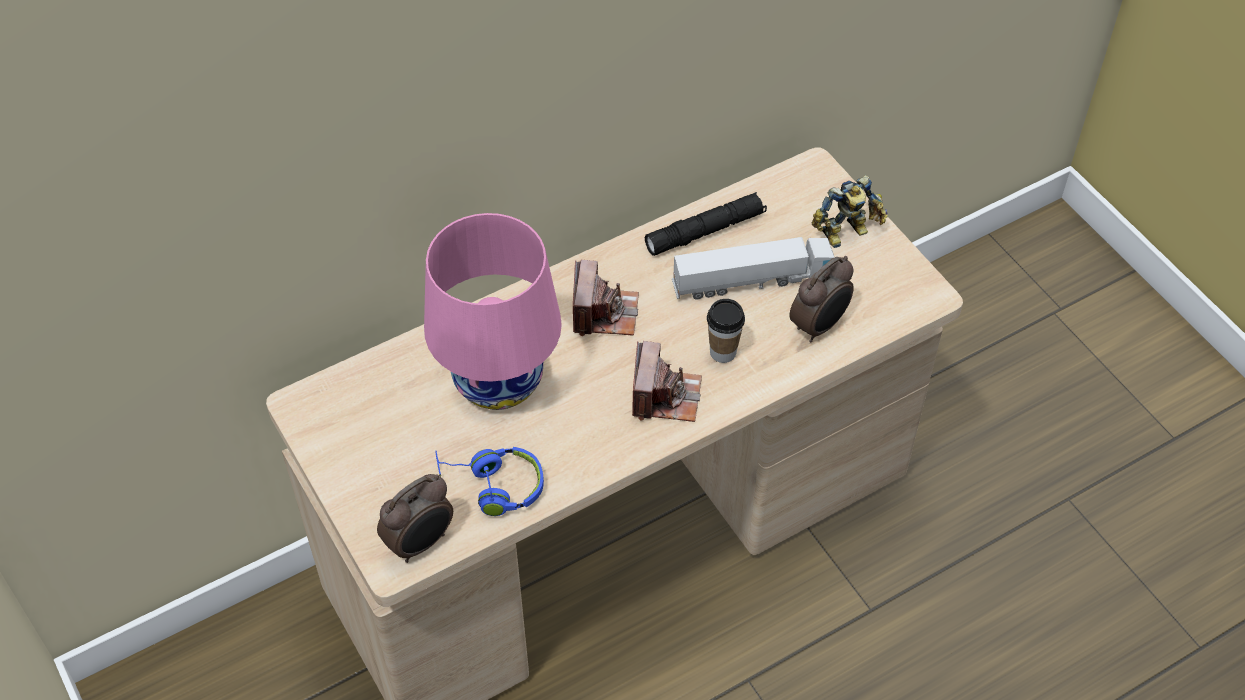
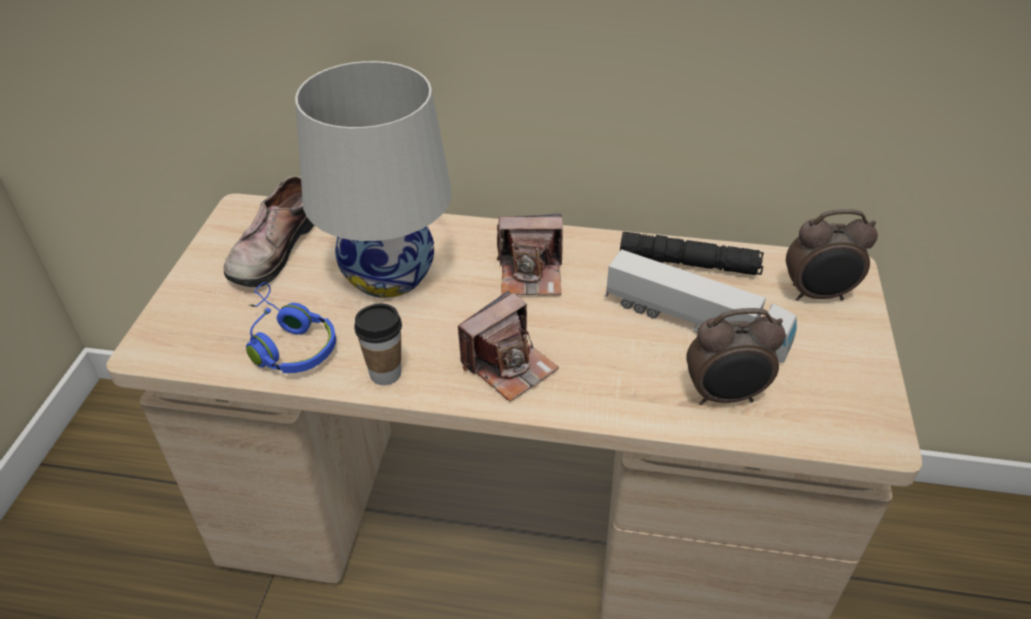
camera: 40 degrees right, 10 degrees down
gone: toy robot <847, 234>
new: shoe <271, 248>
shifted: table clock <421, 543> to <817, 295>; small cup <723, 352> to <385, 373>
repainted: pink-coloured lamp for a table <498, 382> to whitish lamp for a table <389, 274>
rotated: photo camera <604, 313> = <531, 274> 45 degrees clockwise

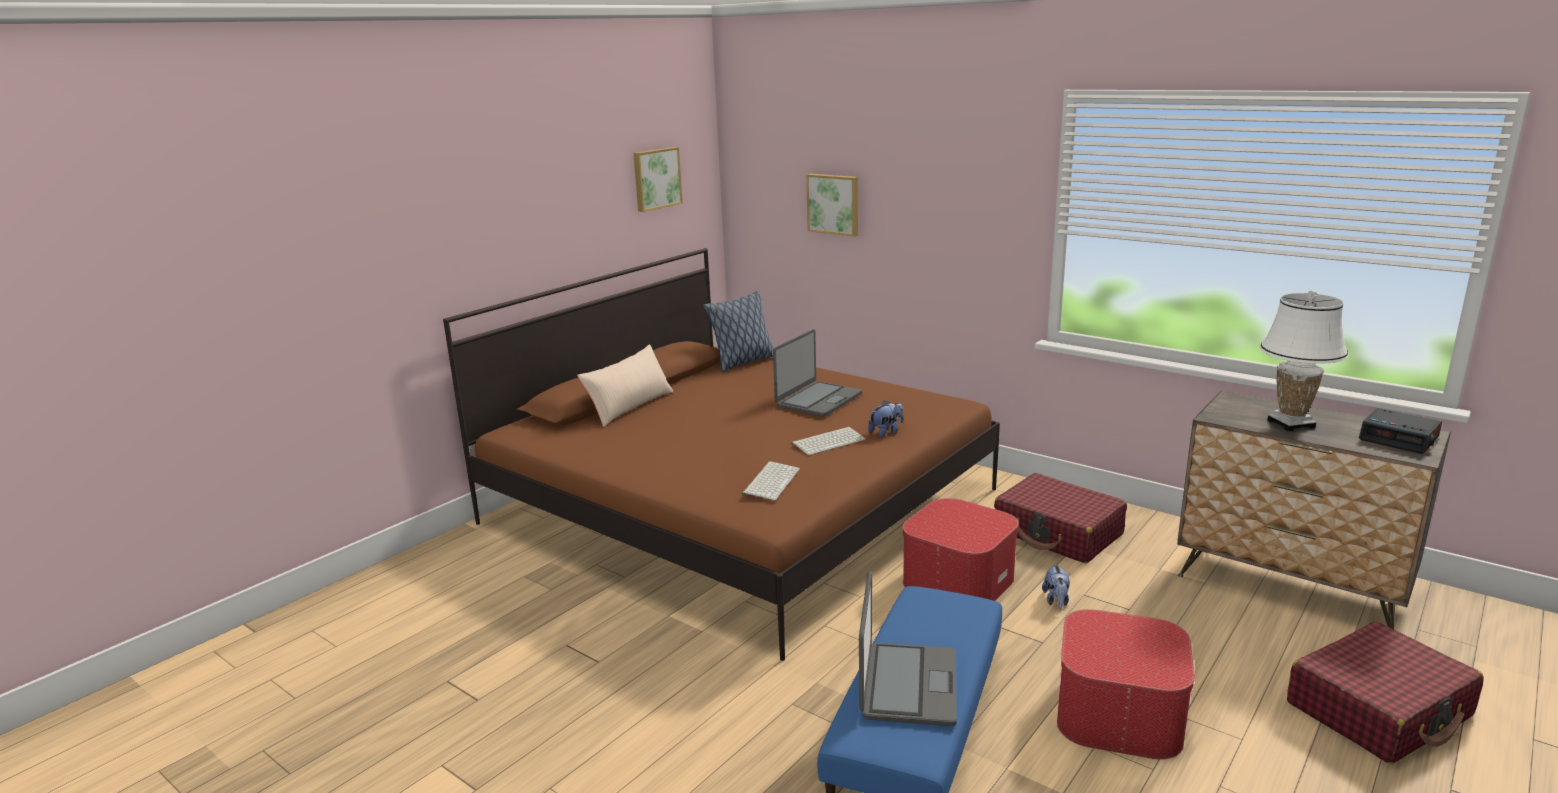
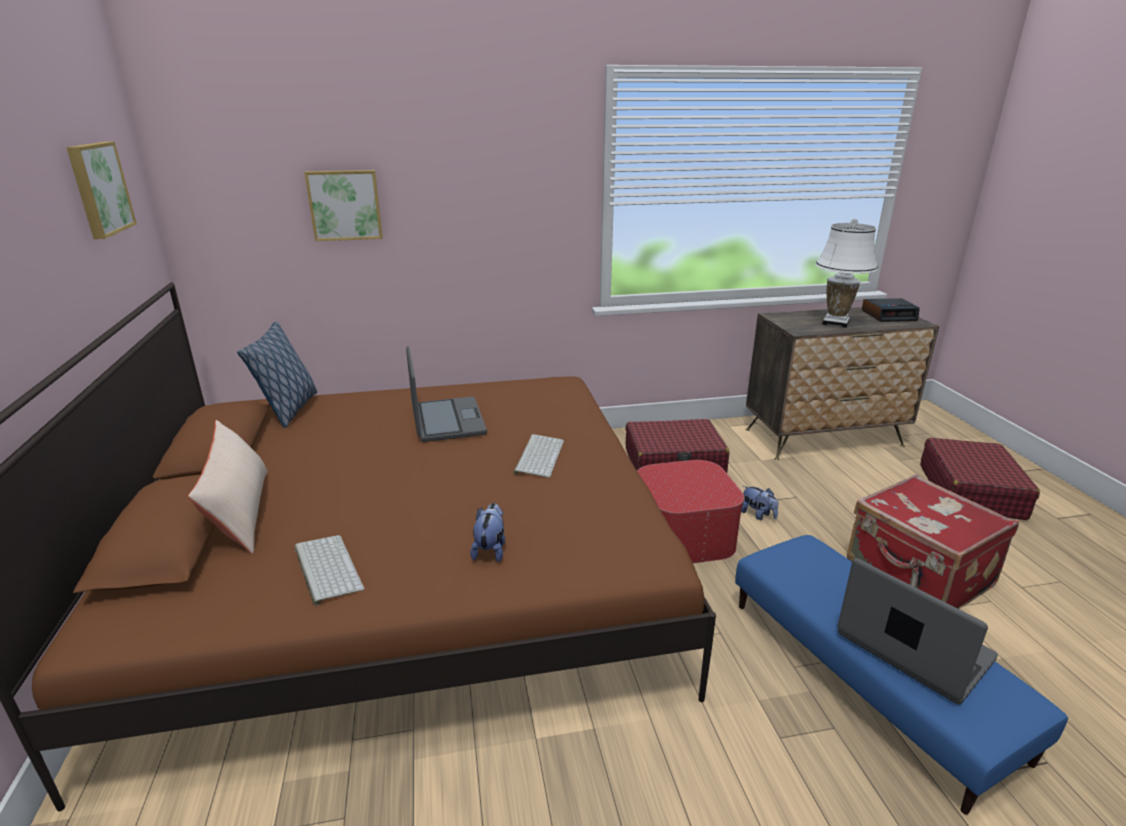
camera: 50 degrees left, 5 degrees up
shifted: keyboard <770, 481> to <326, 568>; soft toy <886, 432> to <490, 549>
swapped: ottoman <1119, 714> to reddish travel case <917, 575>

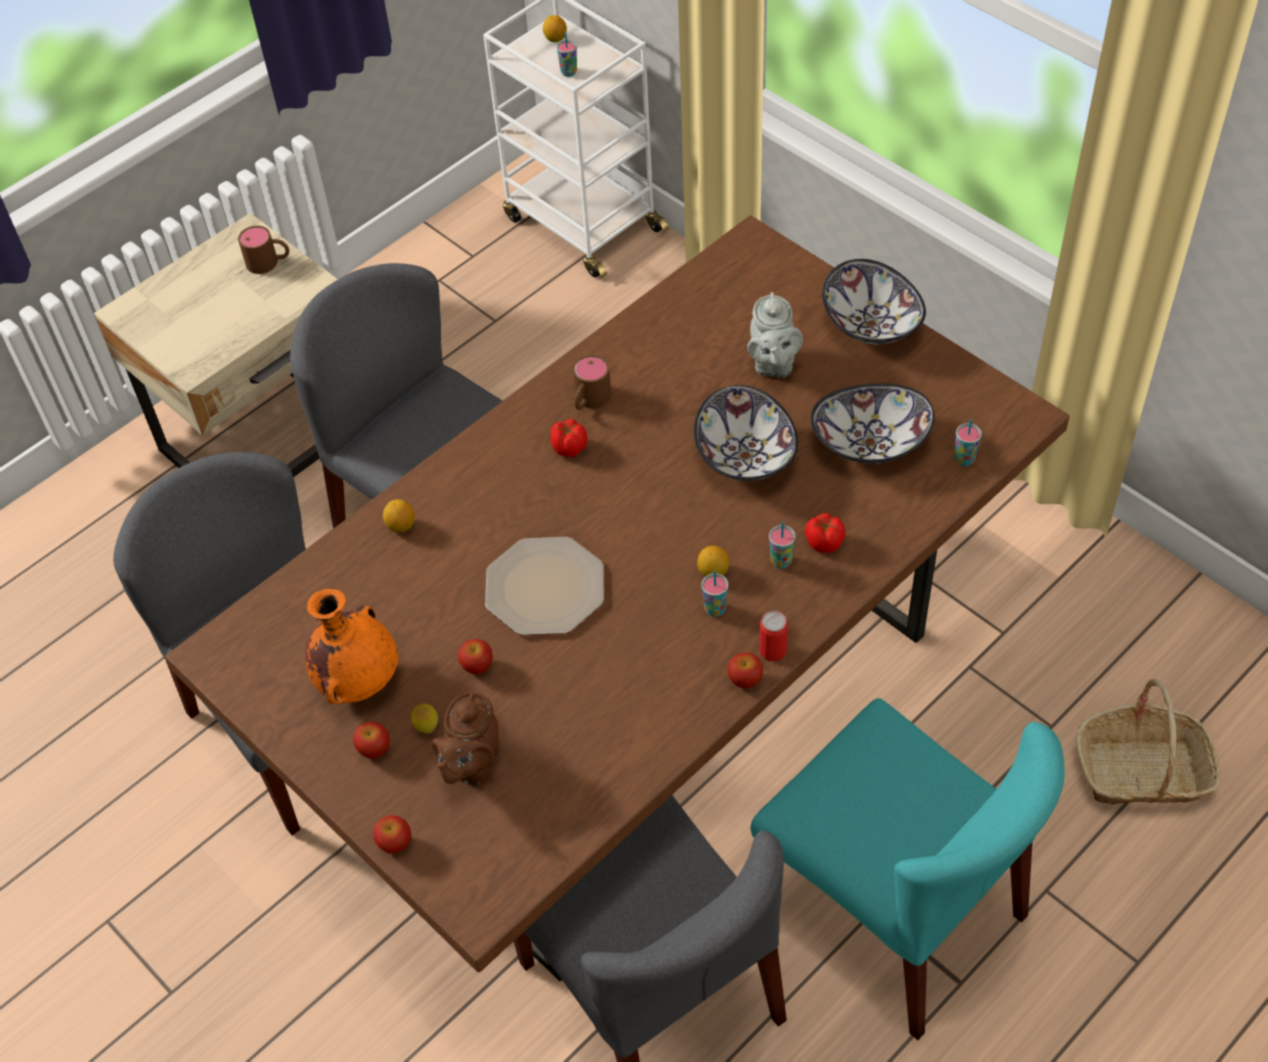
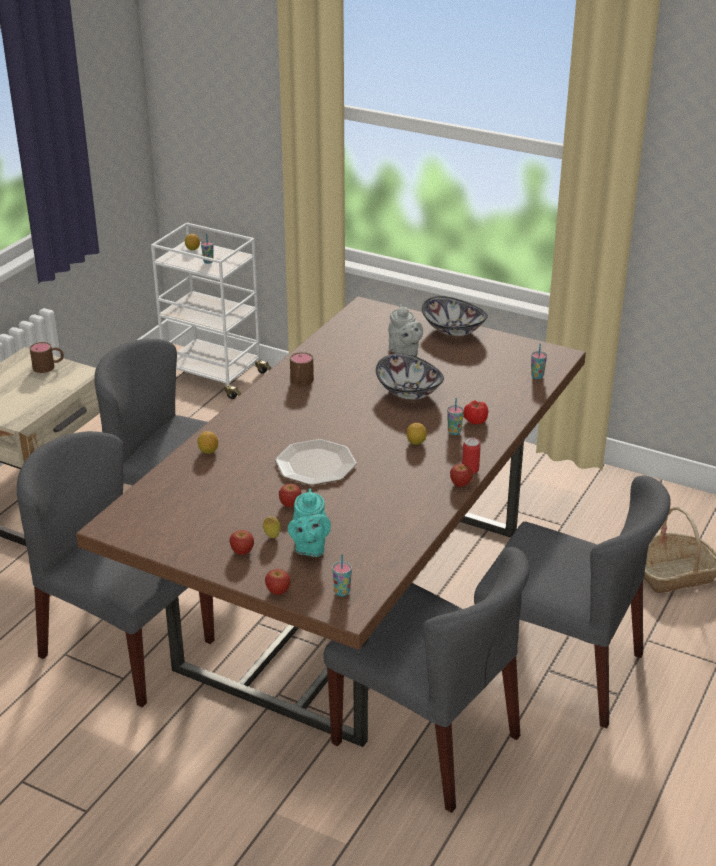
camera: 20 degrees left, 20 degrees down
gone: orangey decorative vase <359, 680>; fresh tomato <568, 447>; serving bowl <870, 443>
shifted: small cup <715, 609> to <342, 592>
repainted: brownish pot for tea <471, 764> to turquoise pot for tea <309, 548>; turquoise upright chair <893, 911> to greyish upright chair <561, 668>

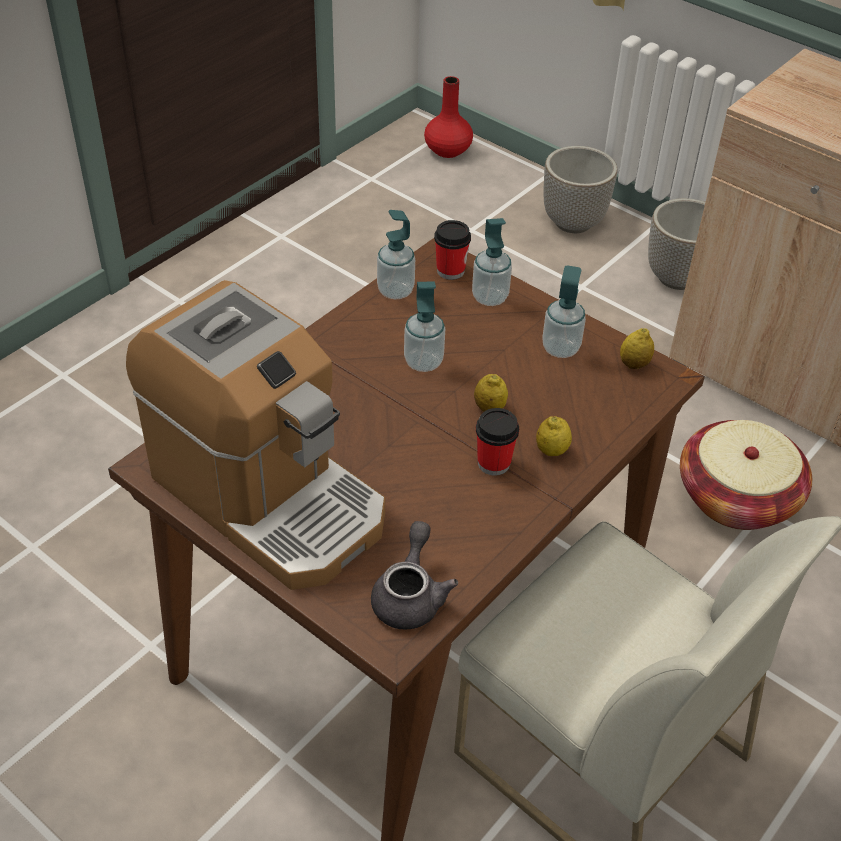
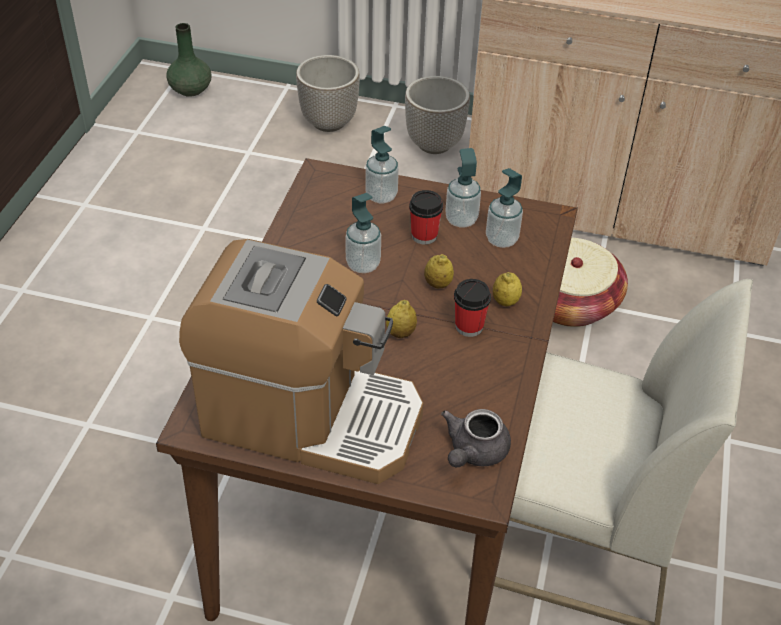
camera: 25 degrees left, 0 degrees up
shifted: soap dispenser <395, 291> to <501, 239>; small cup <450, 271> to <424, 236>; lemon <634, 364> to <401, 333>
repainted: reddish decorative vase <448, 150> to green decorative vase <190, 89>
rotated: greyish pot for tea <410, 595> = <473, 452> 135 degrees counterclockwise

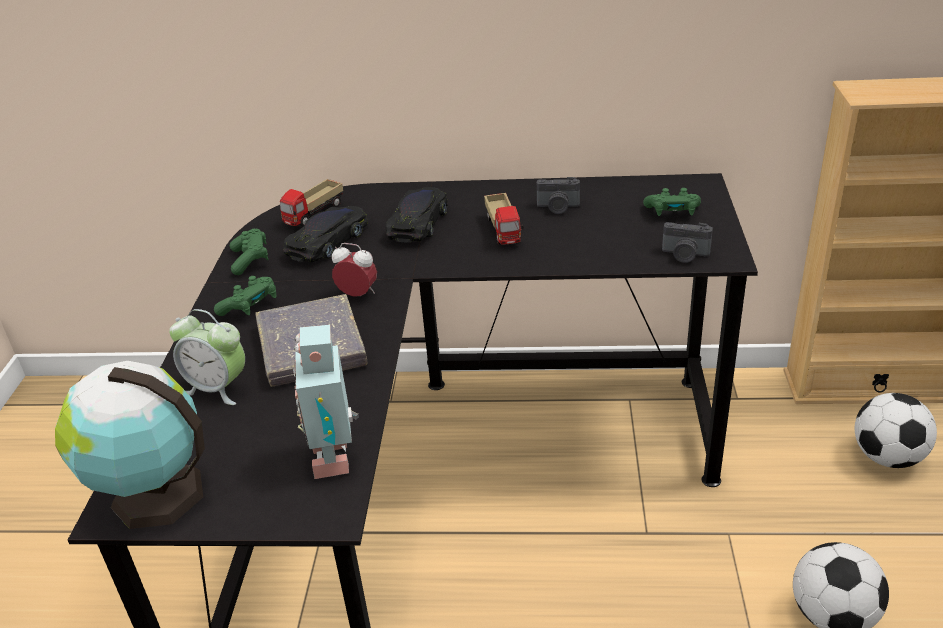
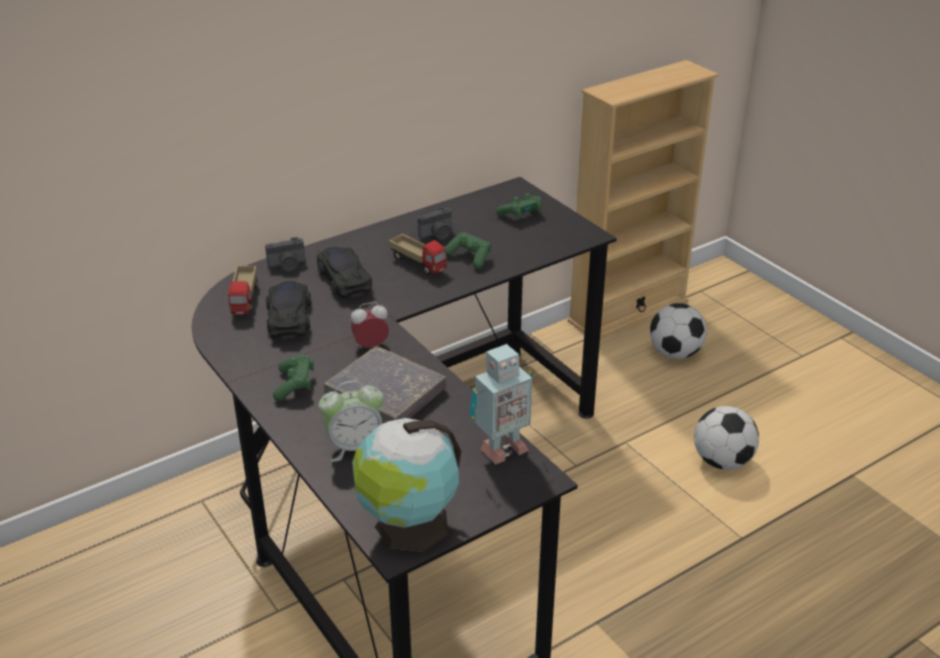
camera: 40 degrees left, 0 degrees up
shifted: green game controller <250, 260> to <469, 258>; photo camera <685, 255> to <287, 265>
rotated: toy robot <336, 457> = <501, 449> 75 degrees counterclockwise

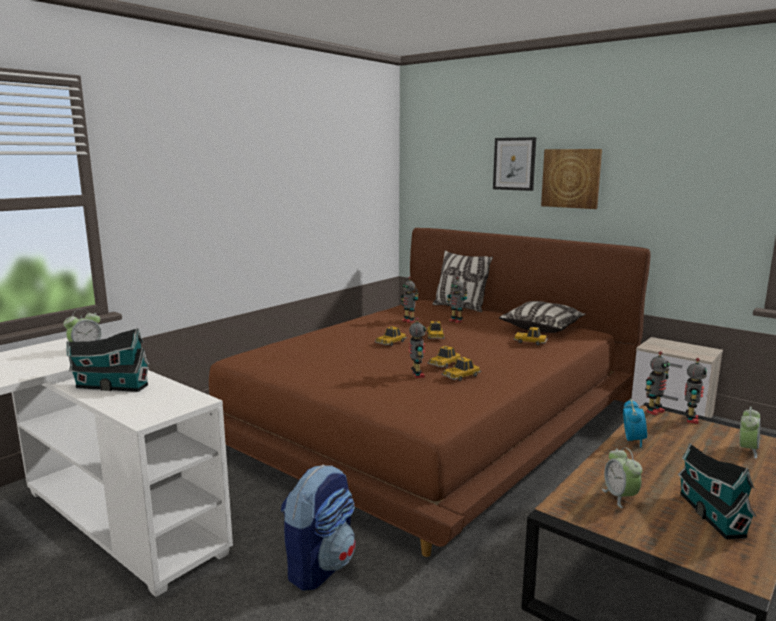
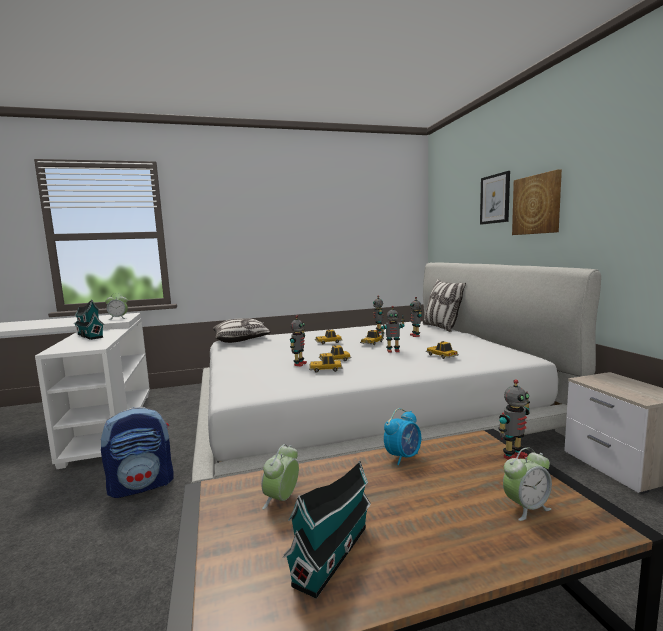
camera: 35 degrees right, 5 degrees down
shifted: cushion <542, 328> to <242, 340>; toy robot <654, 411> to <393, 351>
repainted: brownish bed <429, 418> to whitish bed <364, 412>

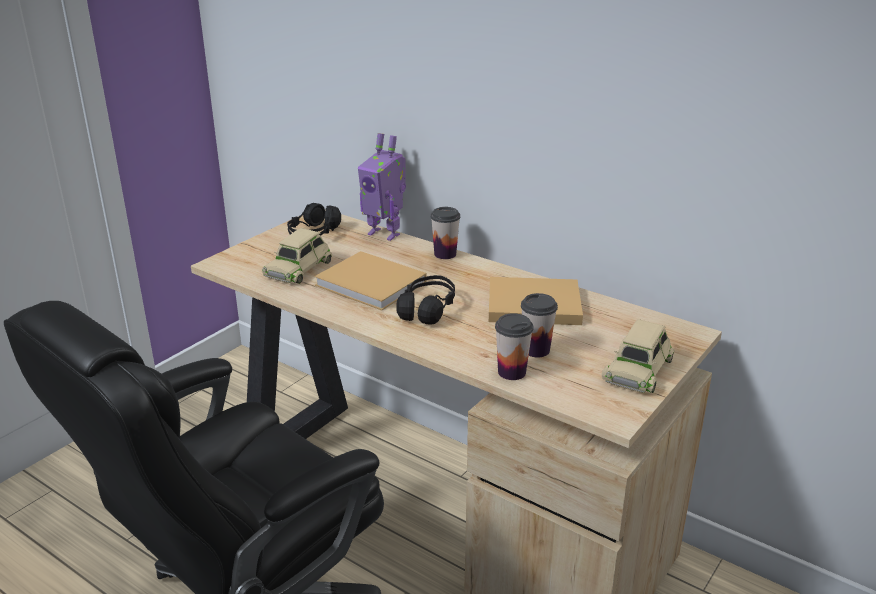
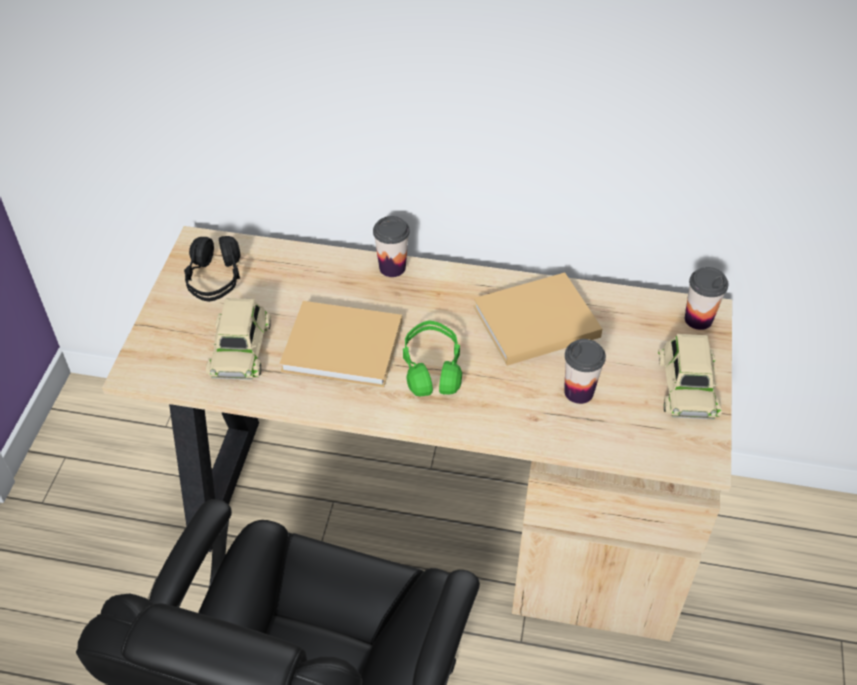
camera: 25 degrees left, 20 degrees up
gone: toy robot <385, 233>
shifted: small cup <512, 372> to <698, 319>
repainted: black headphones <427, 309> to green headphones <432, 368>

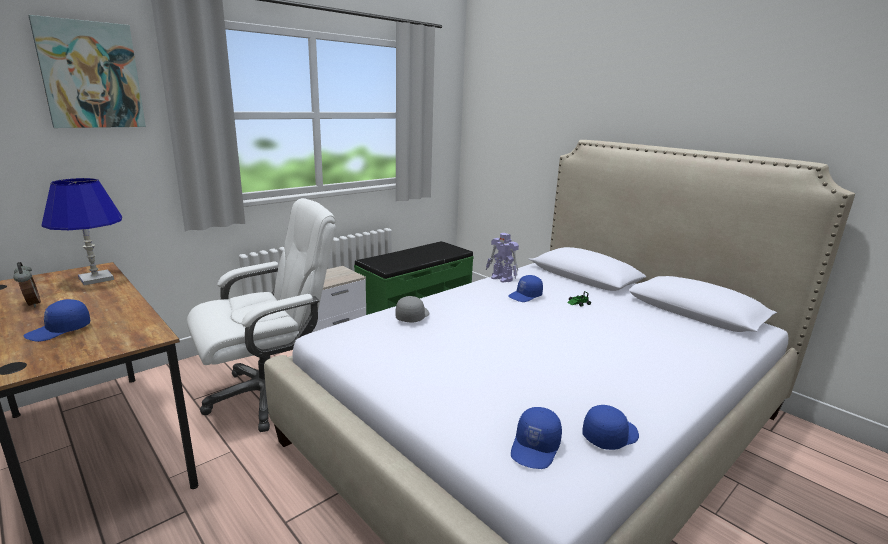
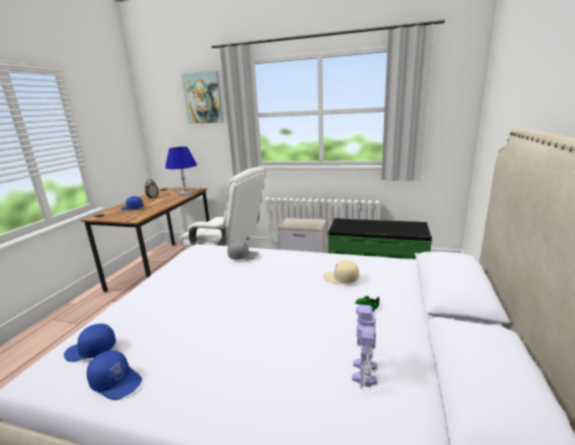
camera: 60 degrees right, 0 degrees up
shifted: toy robot <502, 279> to <364, 373>
repainted: blue-coloured cap <525, 296> to beige cap <340, 278>

